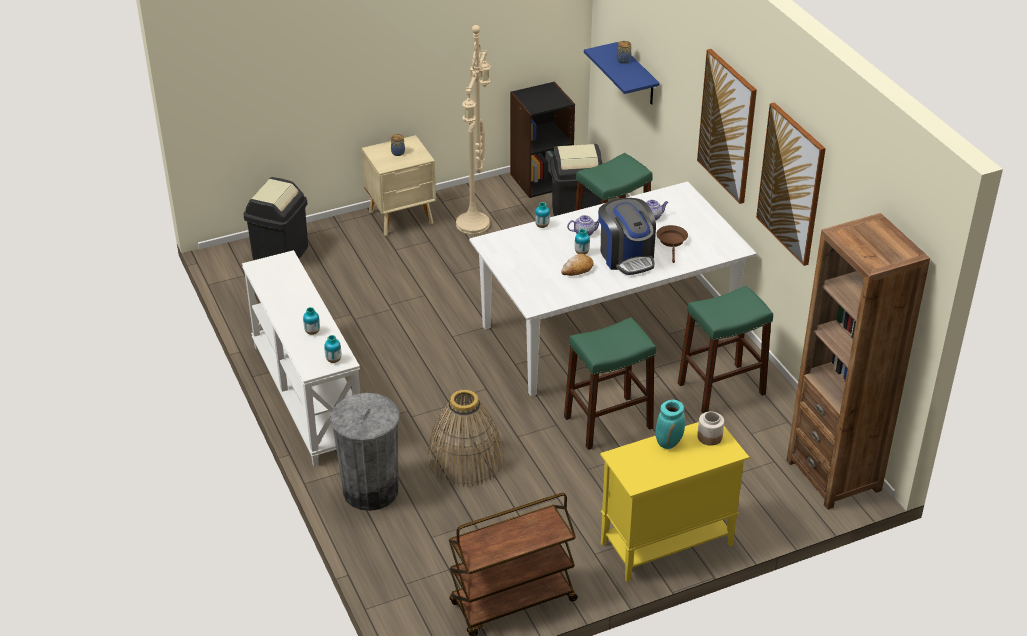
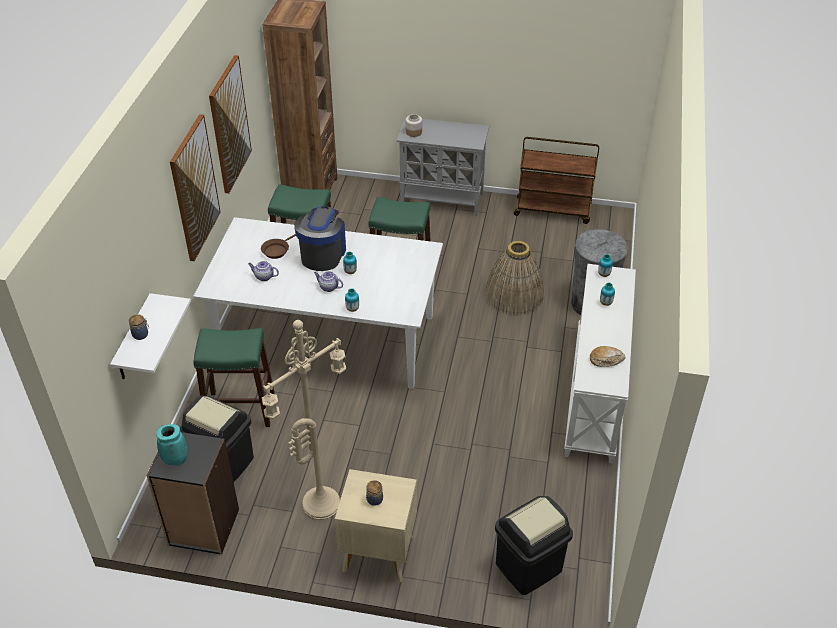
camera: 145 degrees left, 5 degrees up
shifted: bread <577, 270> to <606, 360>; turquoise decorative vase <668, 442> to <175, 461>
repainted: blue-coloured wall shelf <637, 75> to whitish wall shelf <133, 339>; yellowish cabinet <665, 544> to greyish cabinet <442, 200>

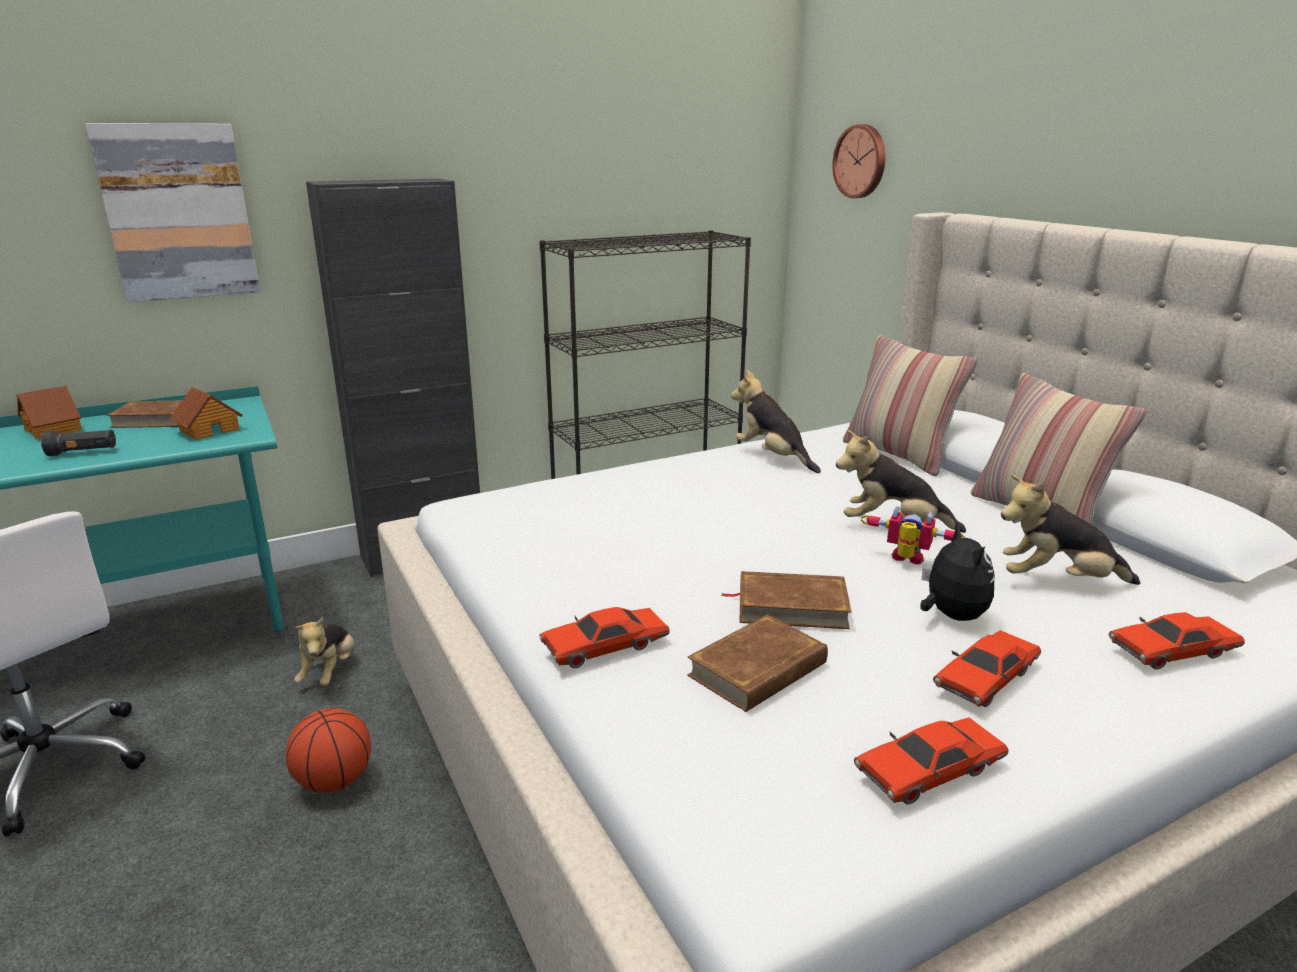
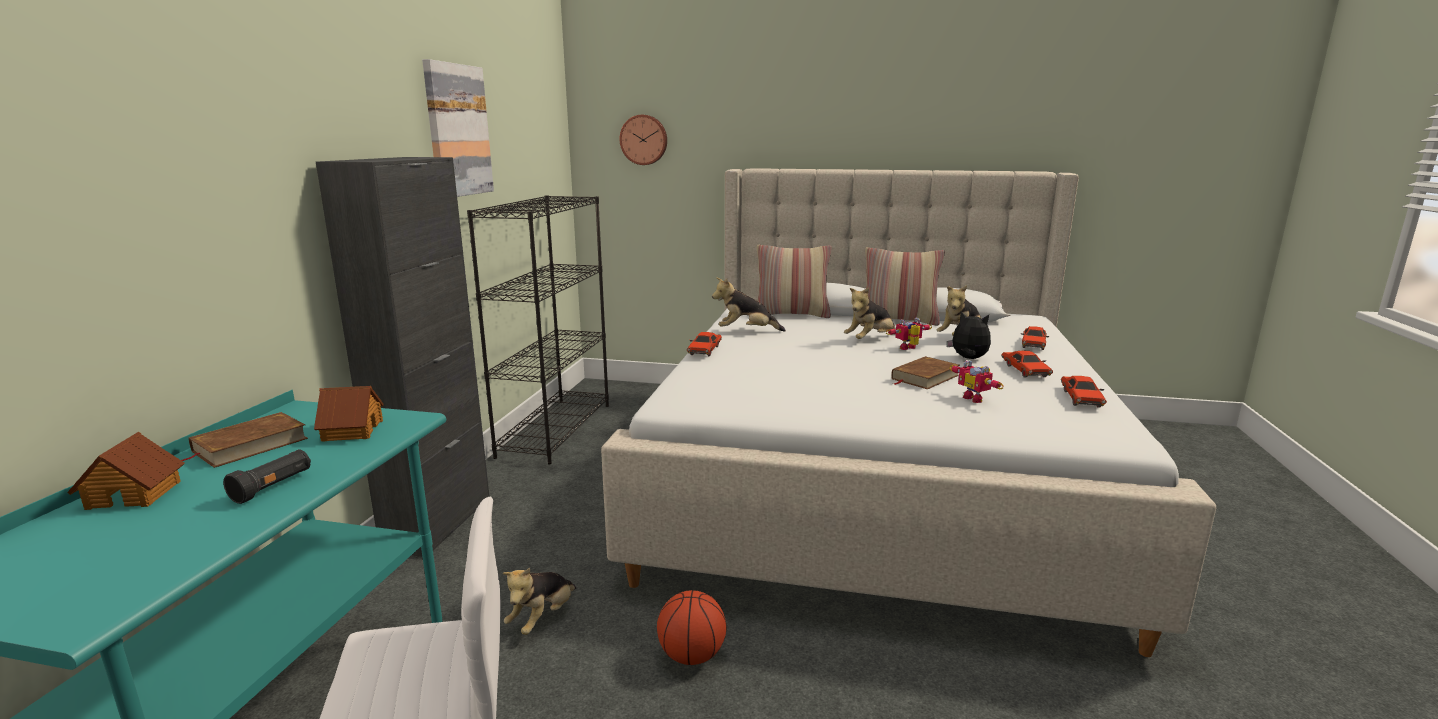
camera: 50 degrees left, 5 degrees down
shifted: wall picture <178, 212> to <457, 130>; reddish model car <605, 647> to <705, 350>
swapped: brownish bound book <758, 670> to toy robot <975, 398>
rotated: soft toy <330, 672> = <542, 618> 75 degrees clockwise

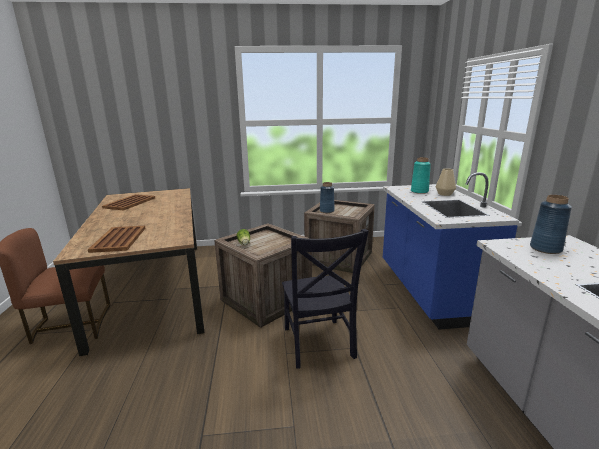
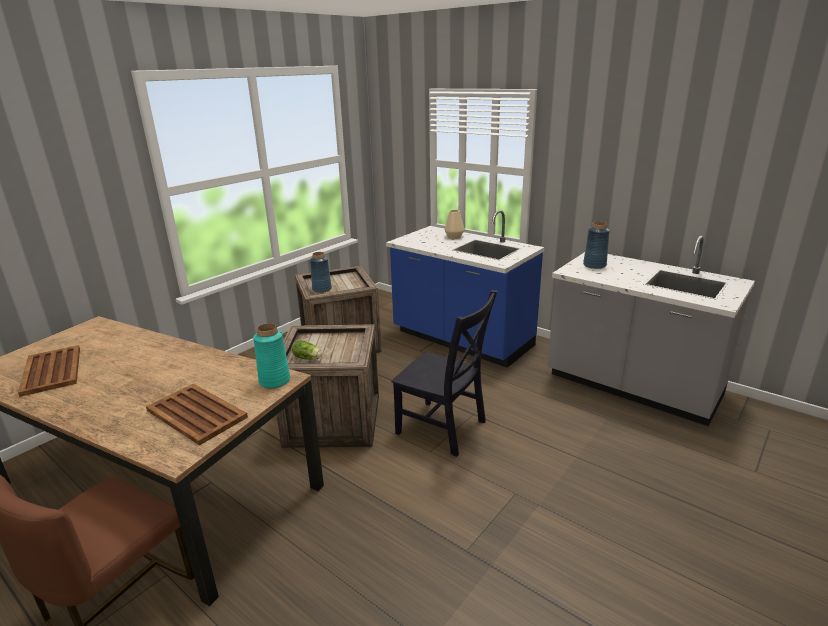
camera: 45 degrees left, 5 degrees up
shifted: turquoise decorative vase <419, 191> to <274, 380>

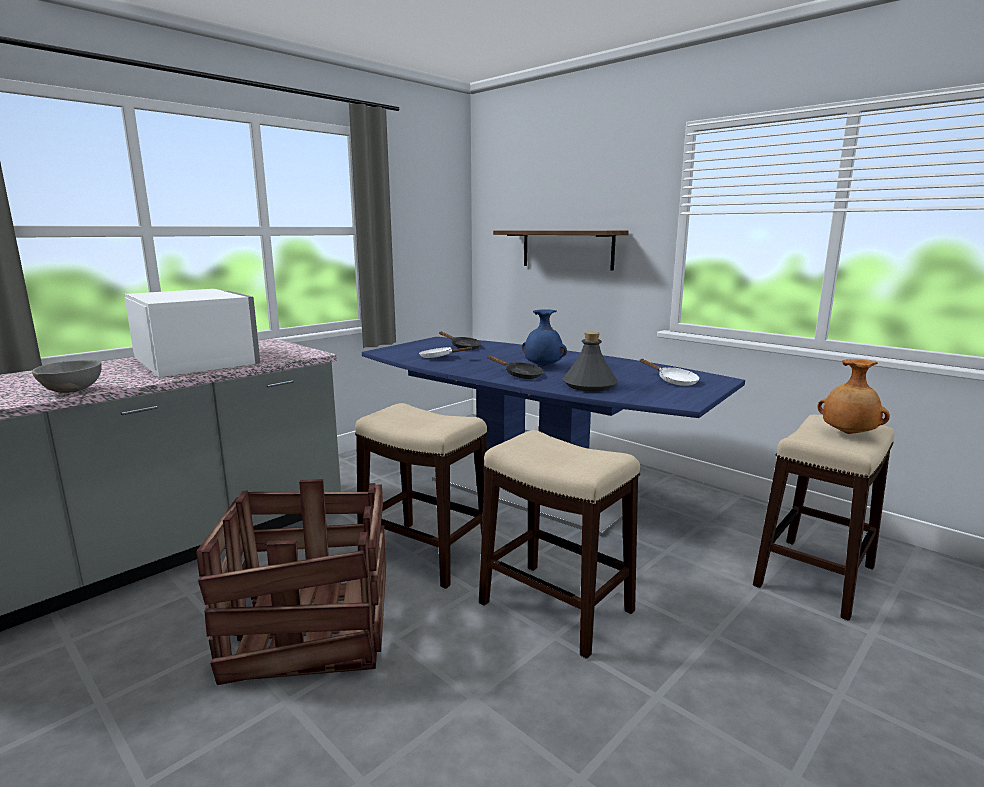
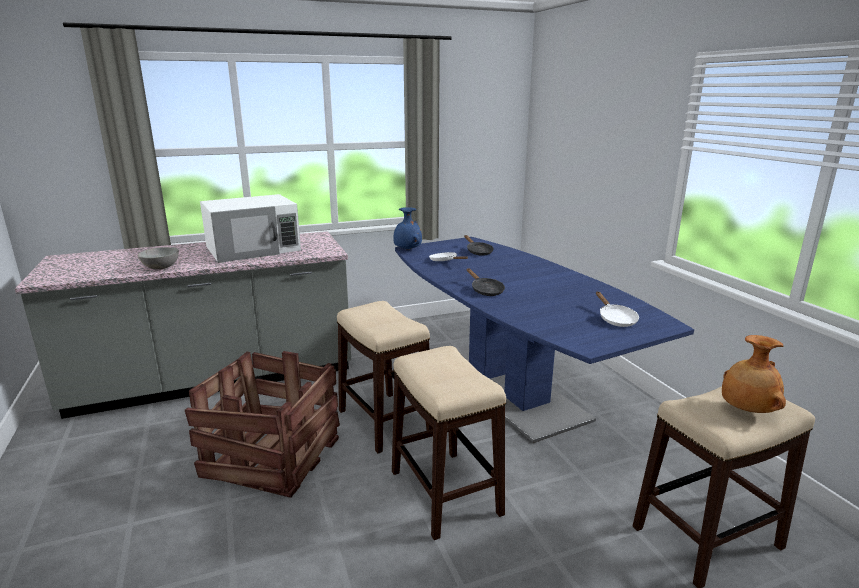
camera: 25 degrees right, 5 degrees up
gone: wall shelf <567, 249>; greyish beverage bottle <589, 385>
shifted: blue-coloured decorative vase <543, 366> to <407, 249>
rotated: whitish kitchen microwave <195, 360> = <254, 248> 75 degrees clockwise

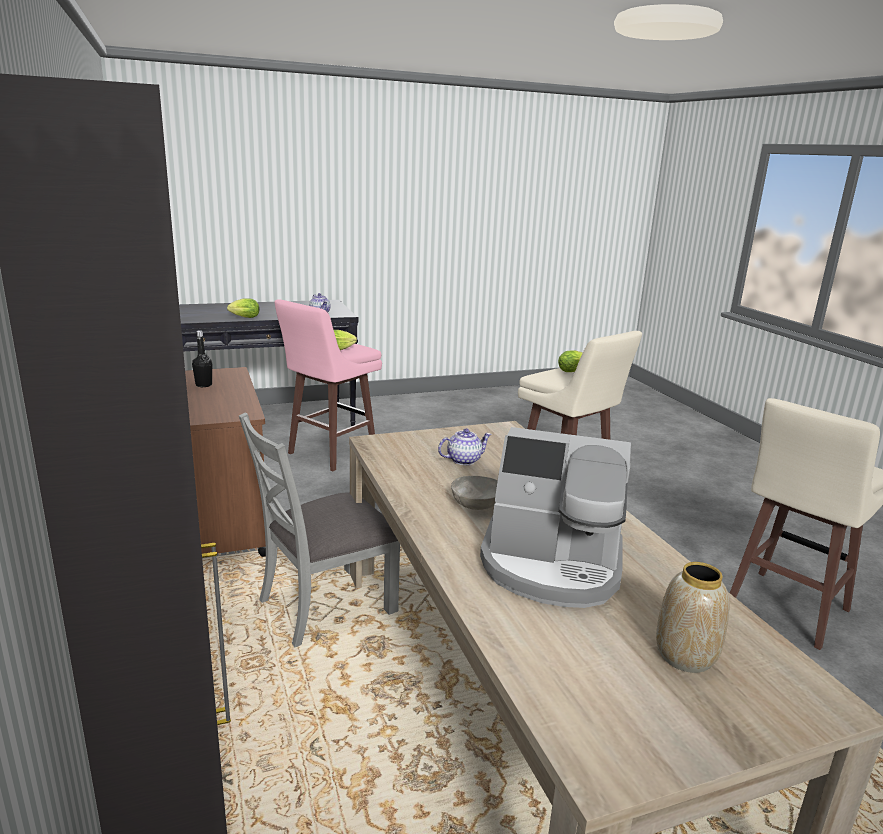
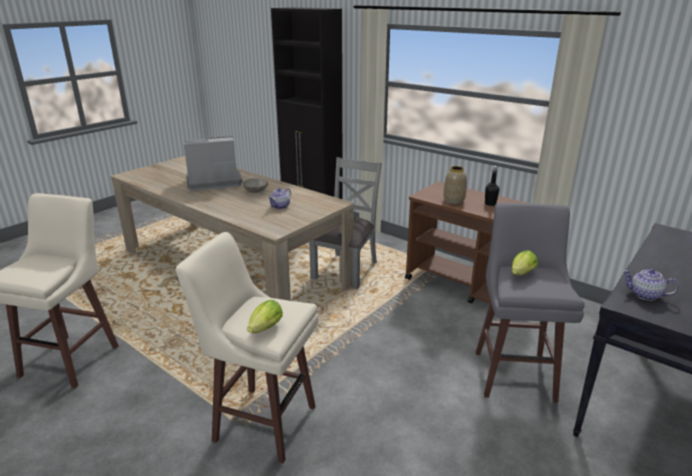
camera: 150 degrees right, 5 degrees up
gone: lettuce head <243, 317>
shifted: decorative vase <685, 655> to <454, 201>
repainted: pink-coloured stool <330, 453> to greyish stool <514, 374>

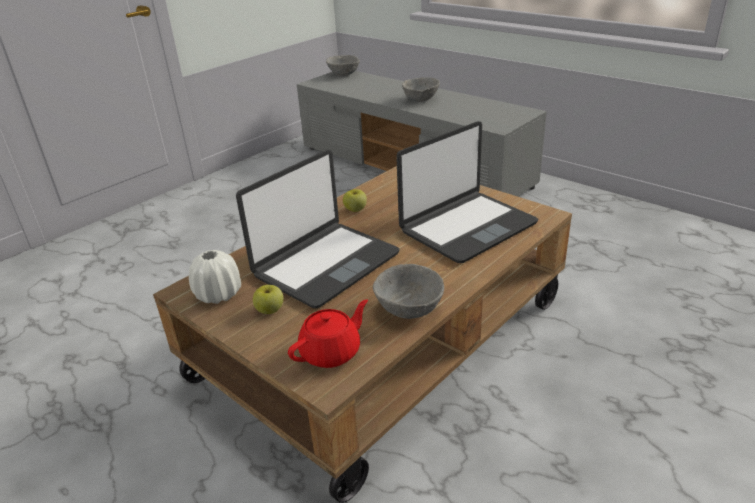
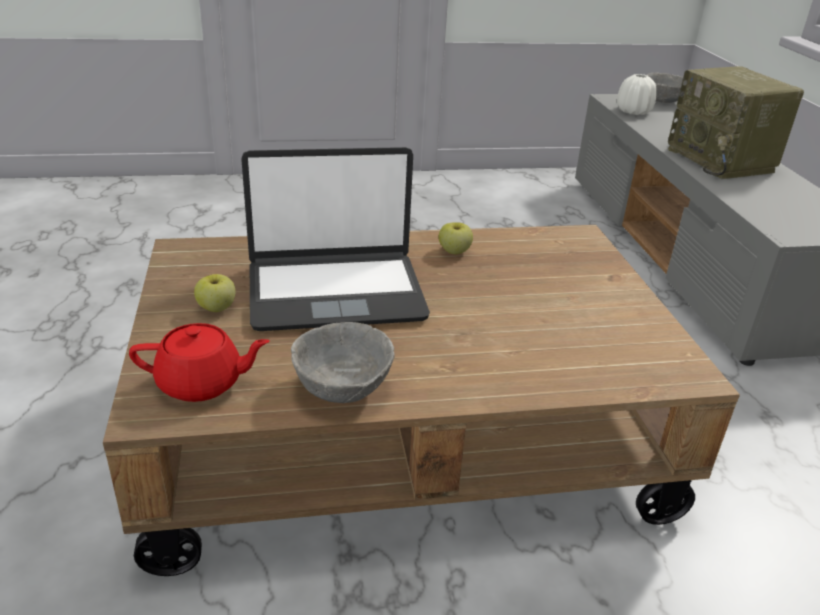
camera: 35 degrees right, 0 degrees up
gone: notebook computer <467, 227>
shifted: whitish decorative vase <218, 294> to <633, 112>
swapped: greyish serving bowl <421, 99> to radio receiver <722, 161>

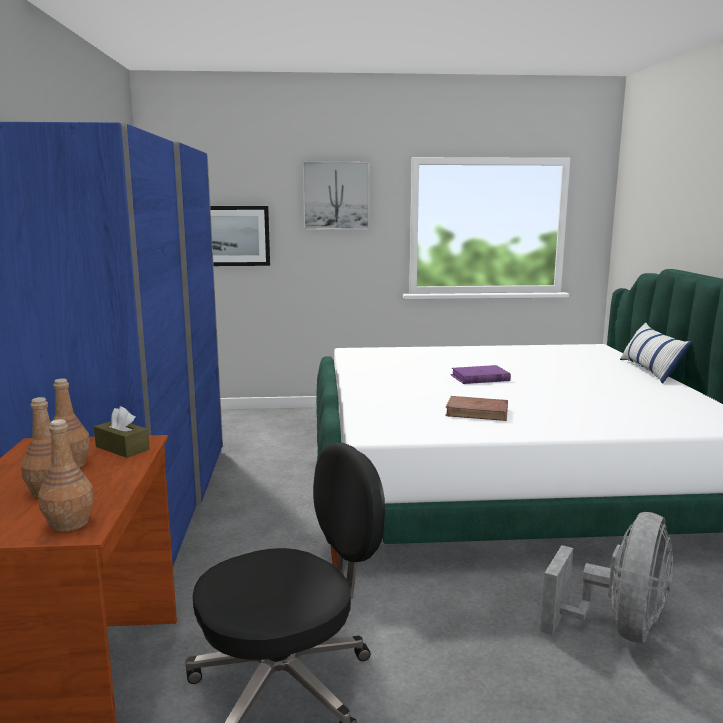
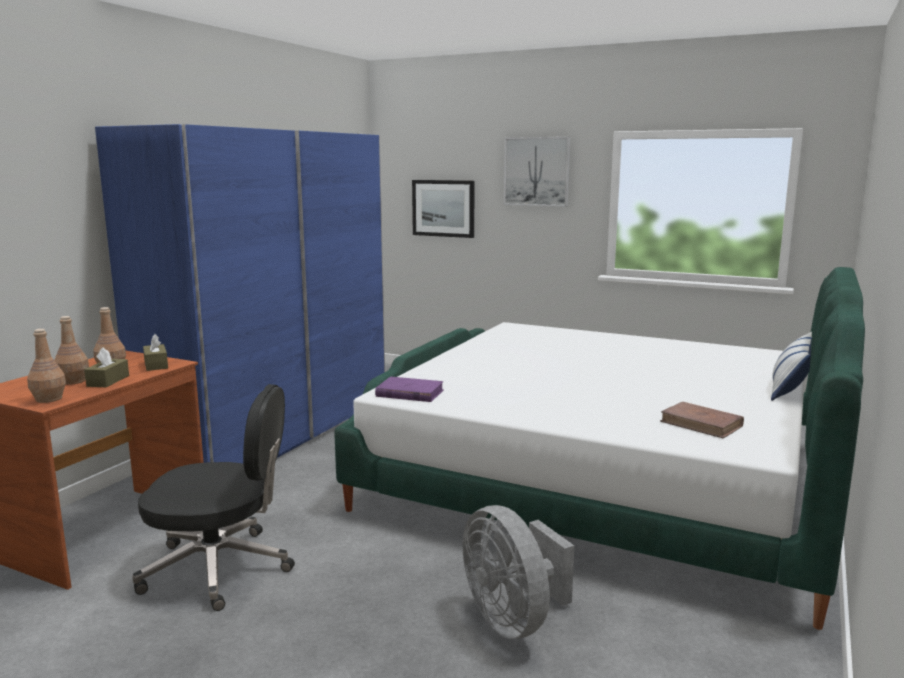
camera: 30 degrees right, 0 degrees up
new: brownish tissue box <108, 381>
shifted: brownish bound book <477, 412> to <701, 424>; purple-coloured bound book <479, 378> to <409, 393>
rotated: greyish cooling fan <618, 628> = <513, 619> 90 degrees clockwise

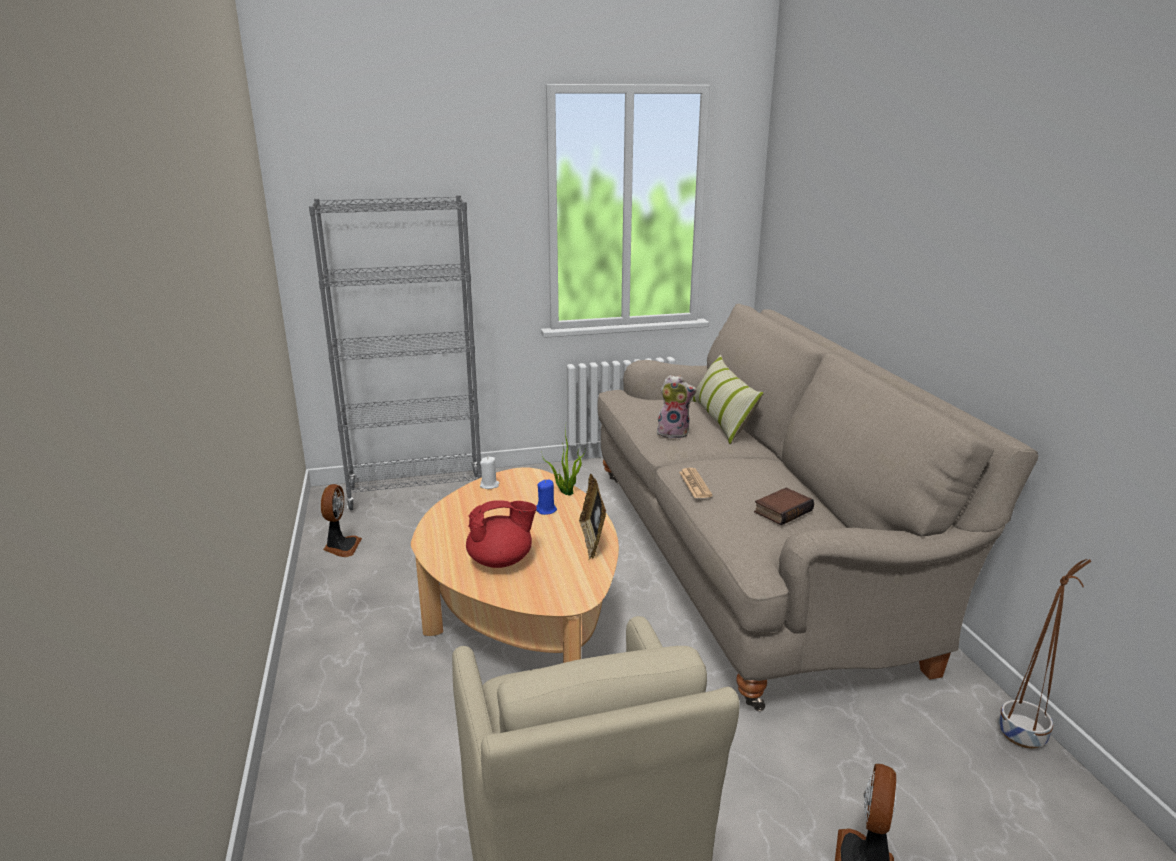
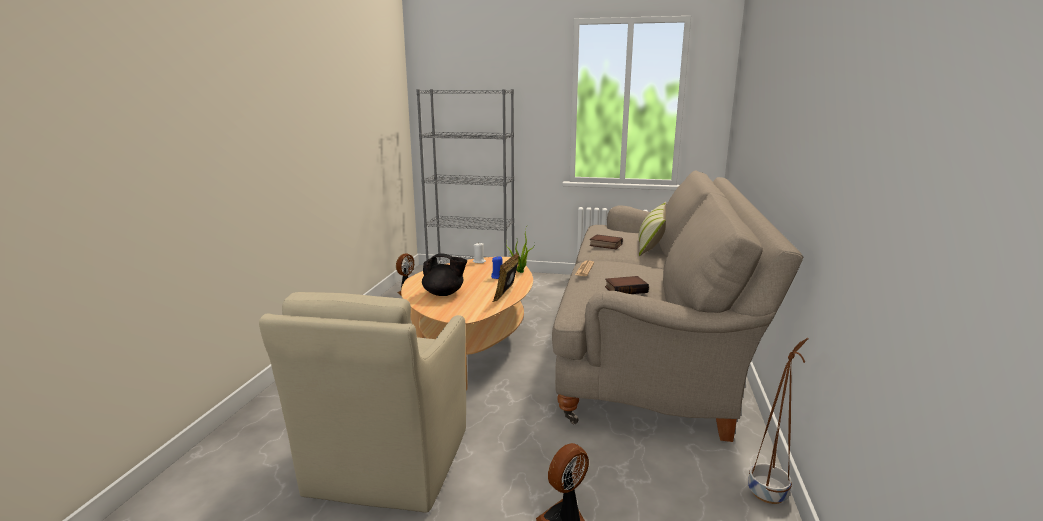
camera: 25 degrees right, 5 degrees down
swapped: soft toy <674, 433> to bound book <605, 245>
repainted: reddish pot for tea <501, 561> to black pot for tea <444, 293>

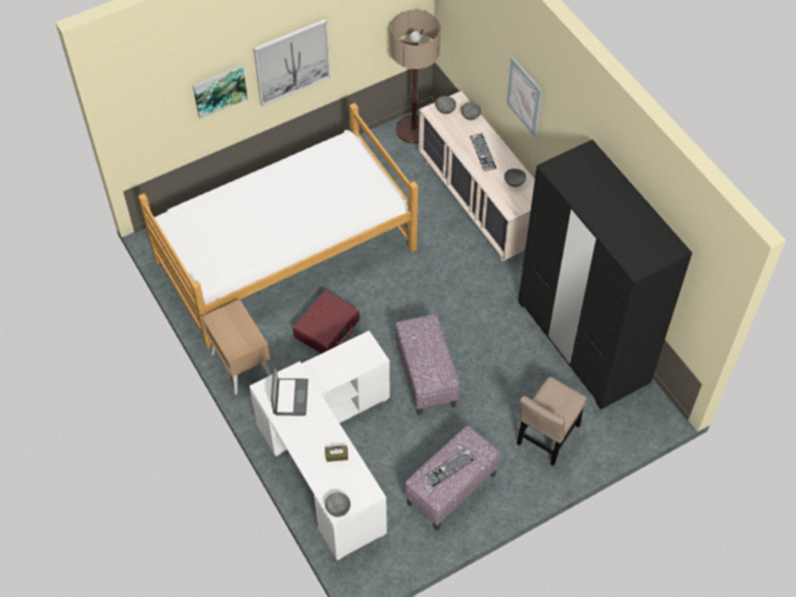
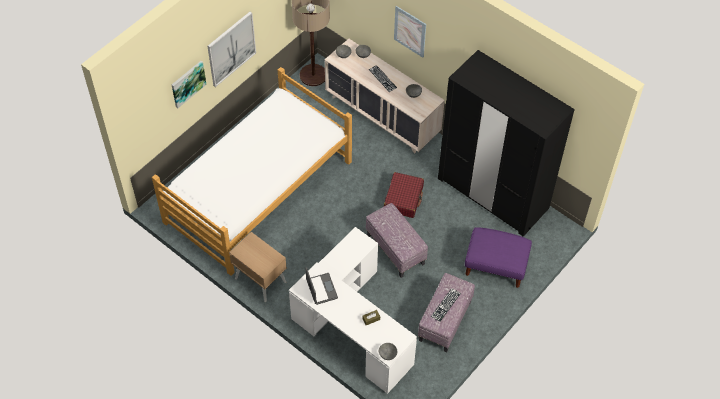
camera: 20 degrees left, 0 degrees up
shifted: reddish travel case <327, 328> to <403, 199>
swapped: beige upright chair <547, 437> to purple-coloured ottoman <495, 266>

